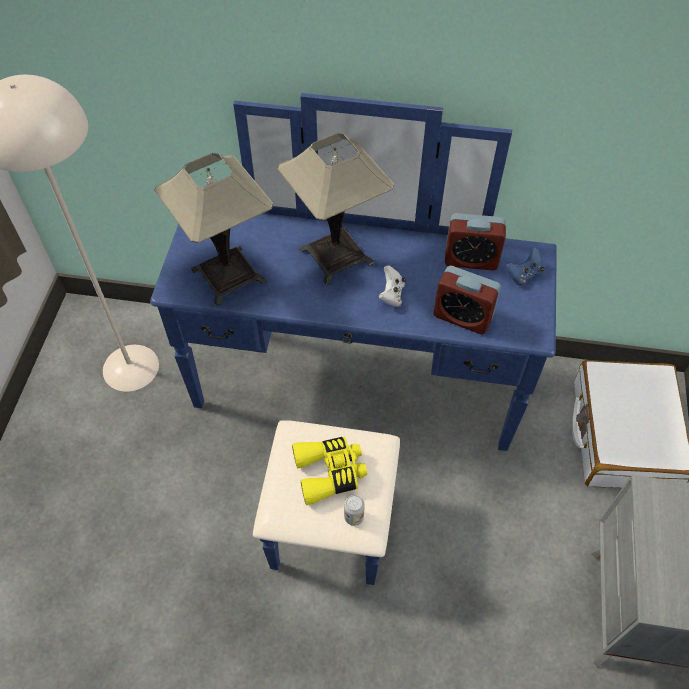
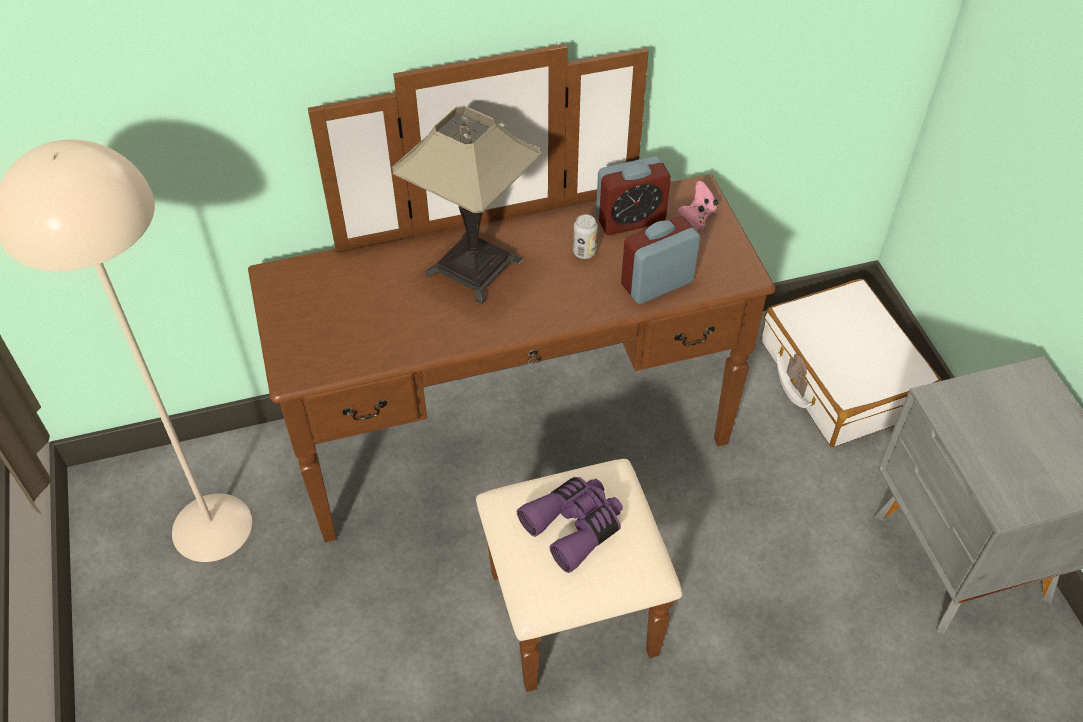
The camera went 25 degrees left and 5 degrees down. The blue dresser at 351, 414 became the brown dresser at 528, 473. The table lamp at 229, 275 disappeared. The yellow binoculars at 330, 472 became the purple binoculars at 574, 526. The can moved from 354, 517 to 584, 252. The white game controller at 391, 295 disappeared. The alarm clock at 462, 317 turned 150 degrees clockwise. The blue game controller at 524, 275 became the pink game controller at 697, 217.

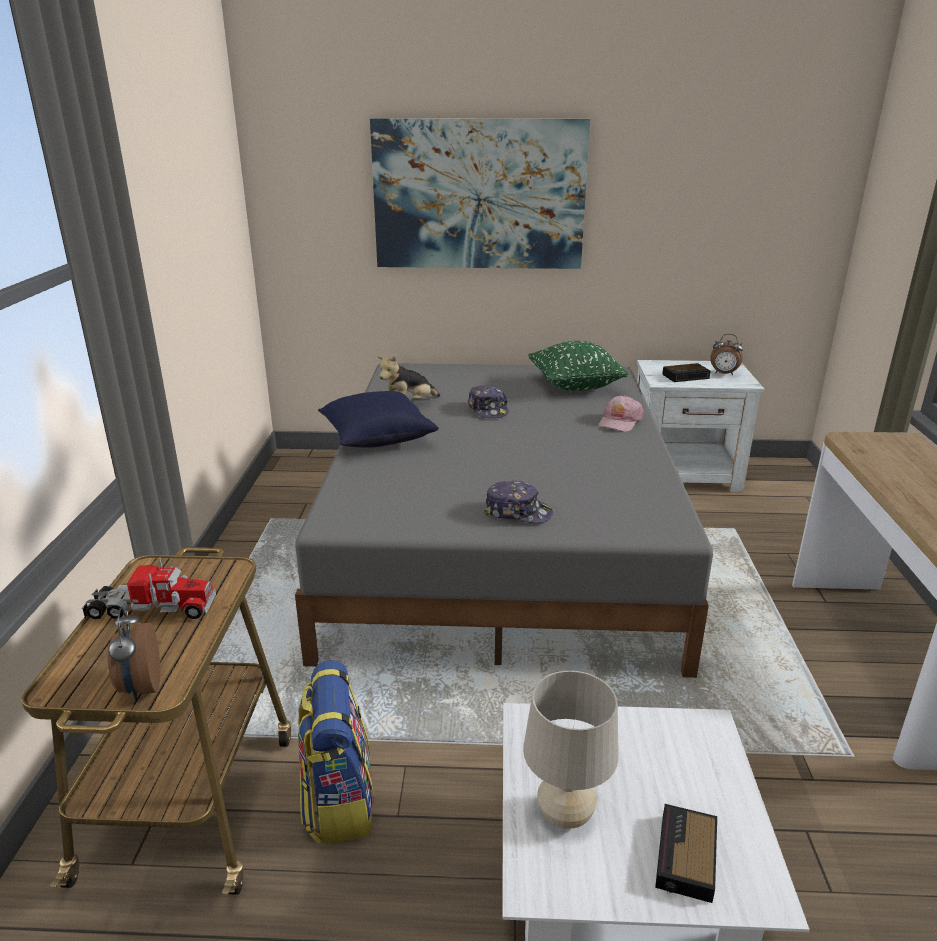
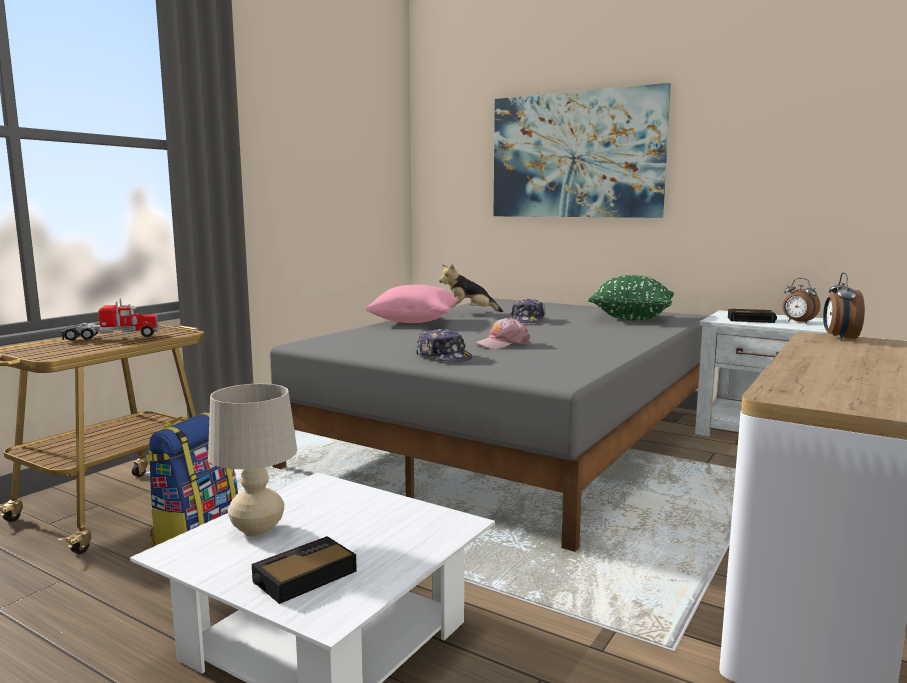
The camera went 30 degrees right and 15 degrees down. The toy truck at 151, 609 turned 45 degrees counterclockwise. The alarm clock moved from 140, 687 to 839, 338. The blue pillow at 377, 438 became the pink pillow at 414, 321. The pink cap moved from 619, 421 to 502, 344.

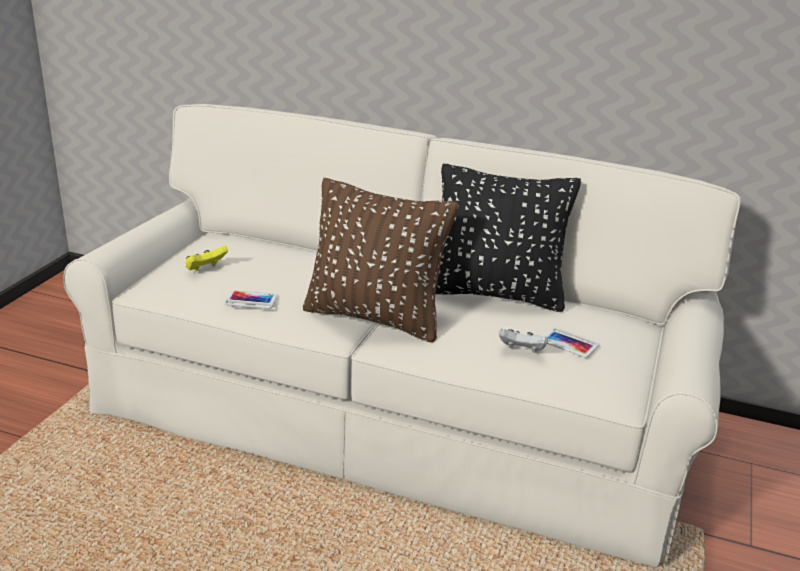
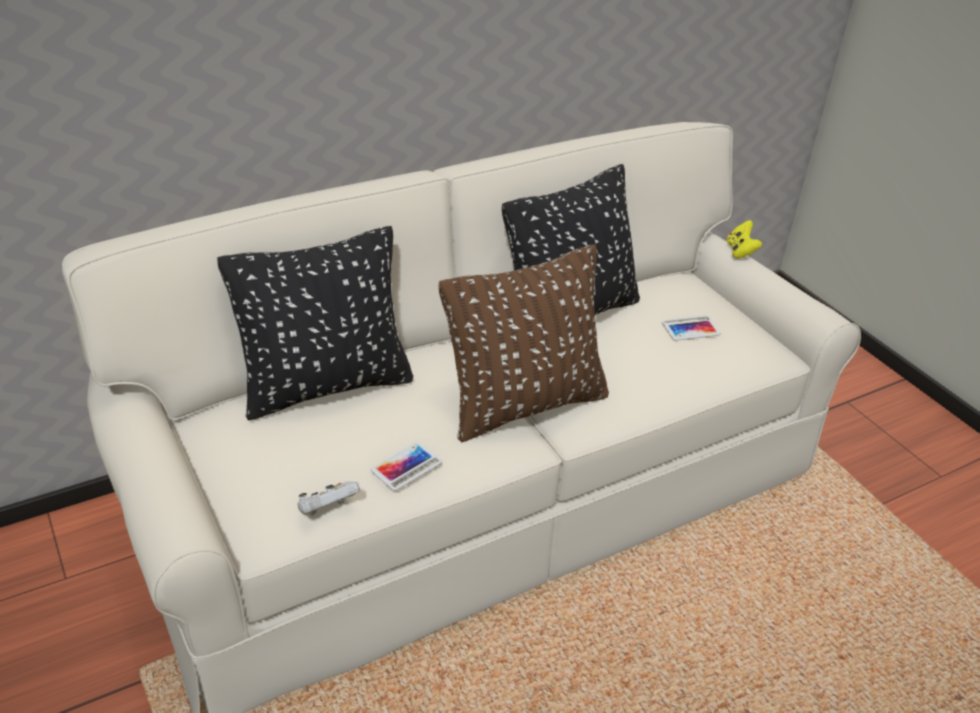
The camera went 50 degrees left and 10 degrees up. The yellow game controller moved from 205, 269 to 740, 251. The white game controller moved from 522, 351 to 327, 510. The black pillow at 325, 386 appeared.

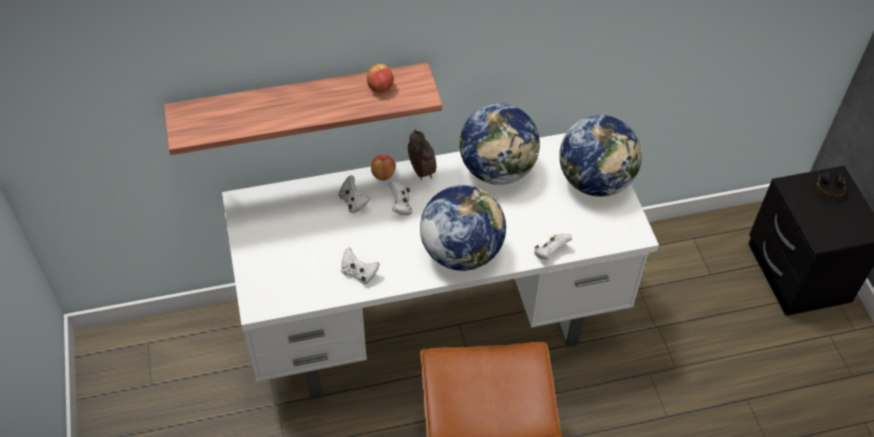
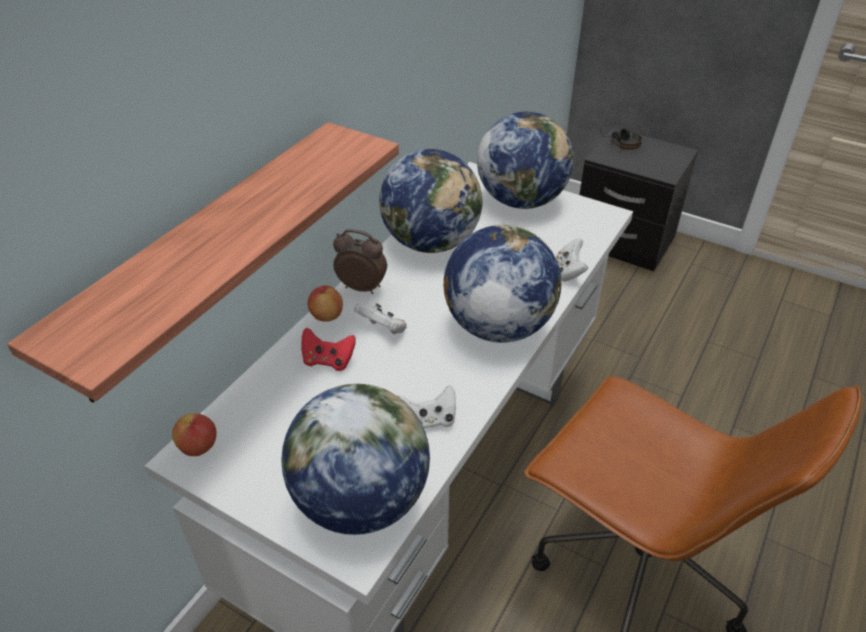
The camera went 45 degrees left and 10 degrees down. The white game controller at 353, 202 became the red game controller at 328, 361. The apple moved from 380, 88 to 199, 447. The globe at 360, 500 appeared.

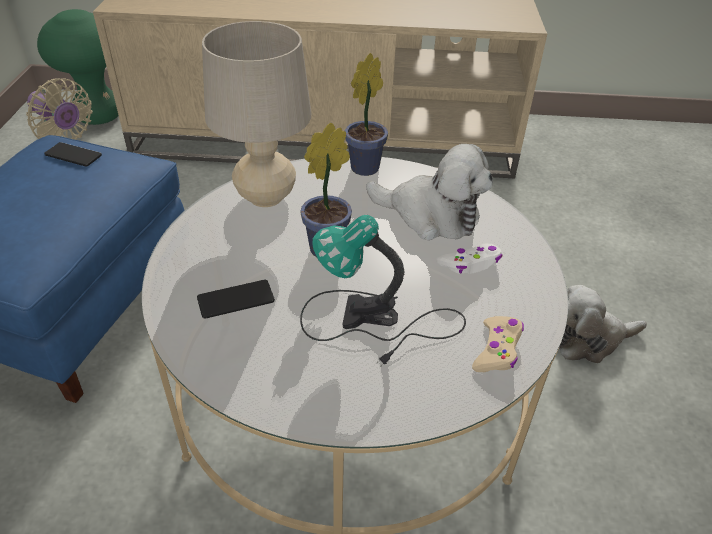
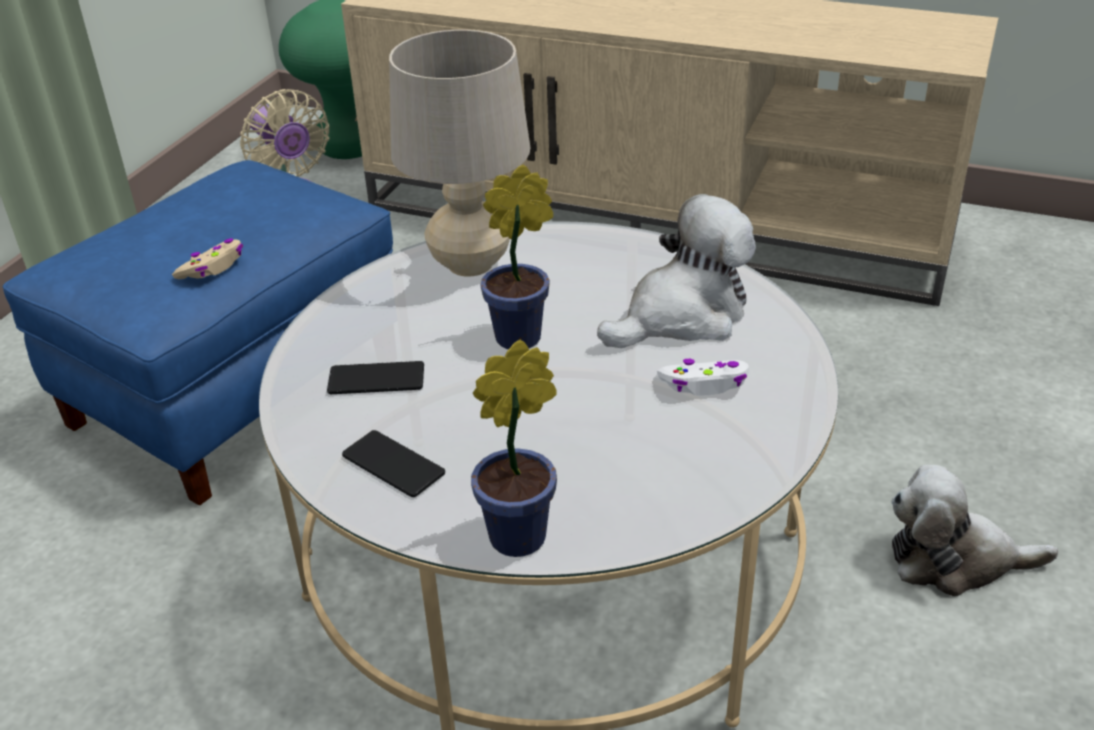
The camera went 20 degrees right and 5 degrees down. The phone moved from 73, 155 to 393, 465. The table lamp at 375, 322 disappeared. The potted plant moved from 367, 166 to 525, 534. The plush toy at 431, 216 turned 75 degrees counterclockwise. The beige game controller moved from 497, 350 to 213, 268.

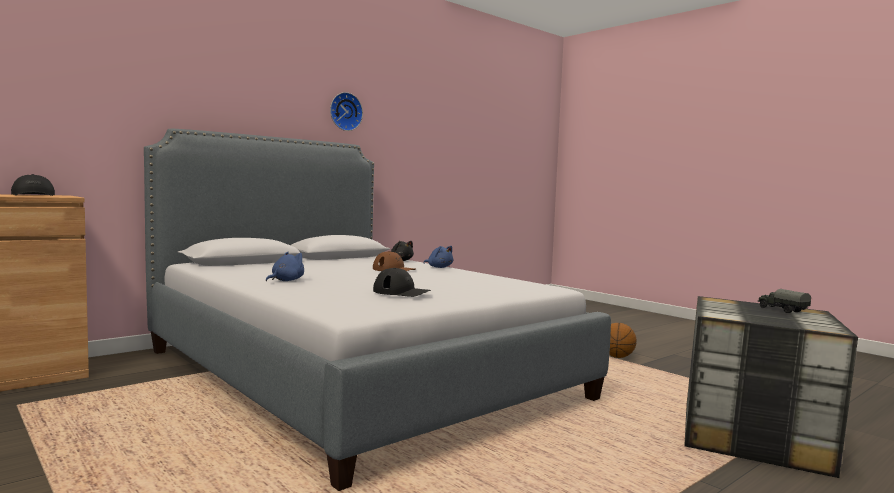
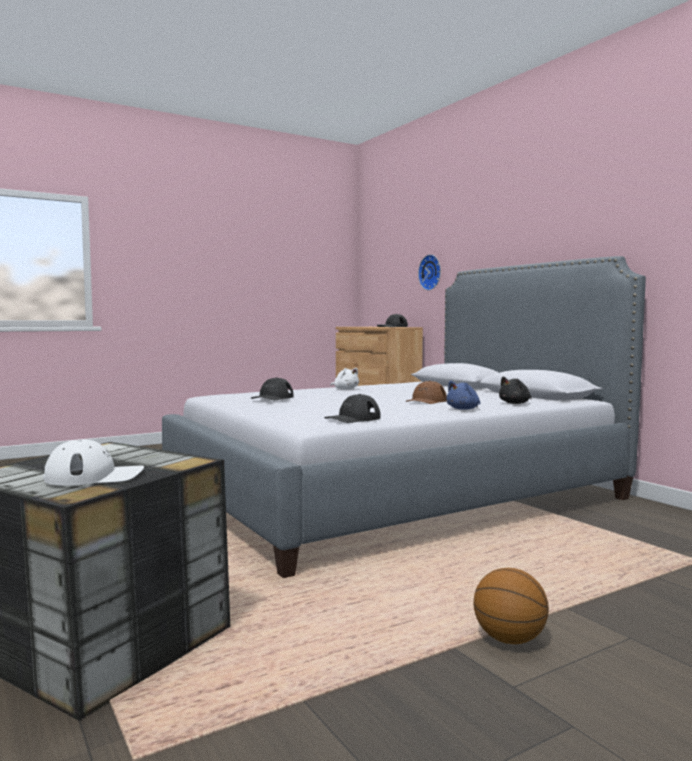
The camera went 100 degrees right and 0 degrees up. The blue plush toy at 286, 280 became the white plush toy at 345, 389. The wall clock moved from 345, 112 to 431, 272. The toy truck at 781, 310 was replaced by the white cap at 95, 476. The black cap at 353, 419 appeared.

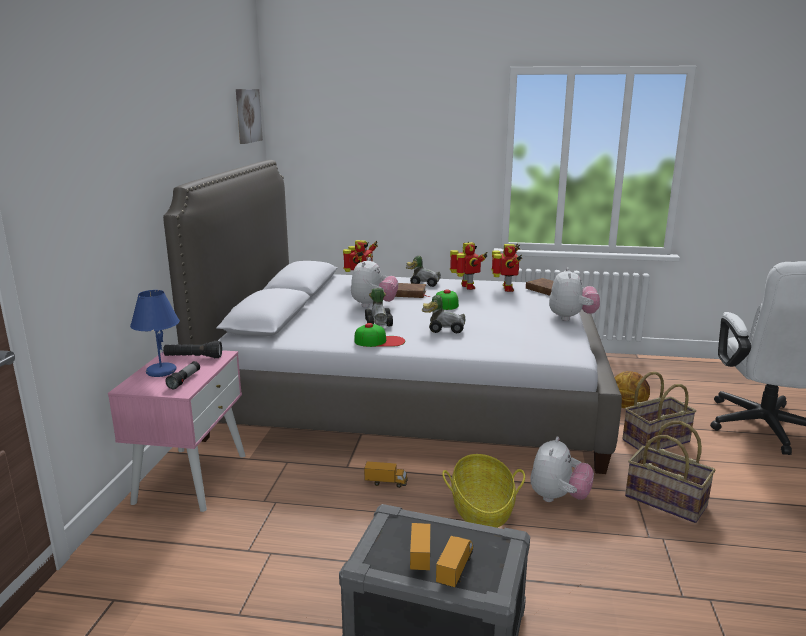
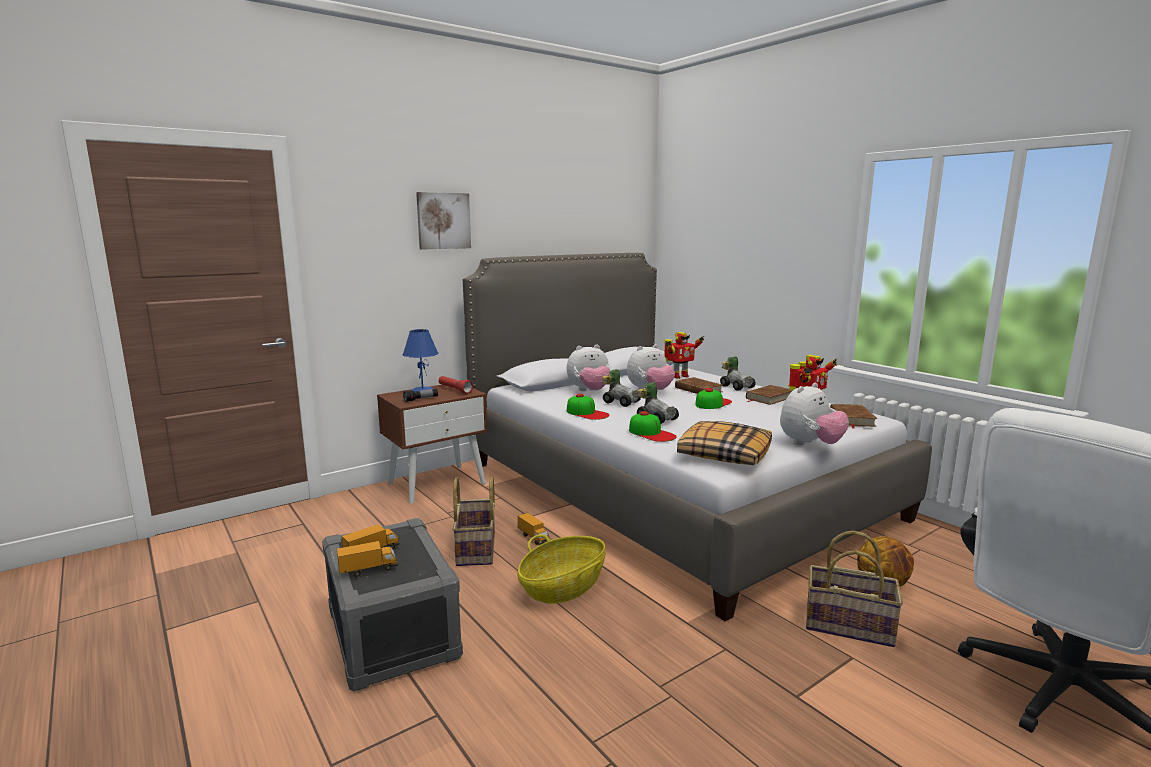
The camera went 45 degrees right and 5 degrees down. The pink nightstand at 191, 477 became the brown nightstand at 437, 483. The black flashlight at 193, 358 became the red flashlight at 454, 390. The picture moved from 247, 115 to 443, 221. The toy car at 379, 322 turned 90 degrees counterclockwise. The toy robot at 467, 287 was replaced by the brown book at 769, 398. The plush toy moved from 558, 498 to 589, 391. The basket moved from 666, 500 to 477, 549. The cap at 651, 433 appeared. The pillow at 723, 454 appeared.

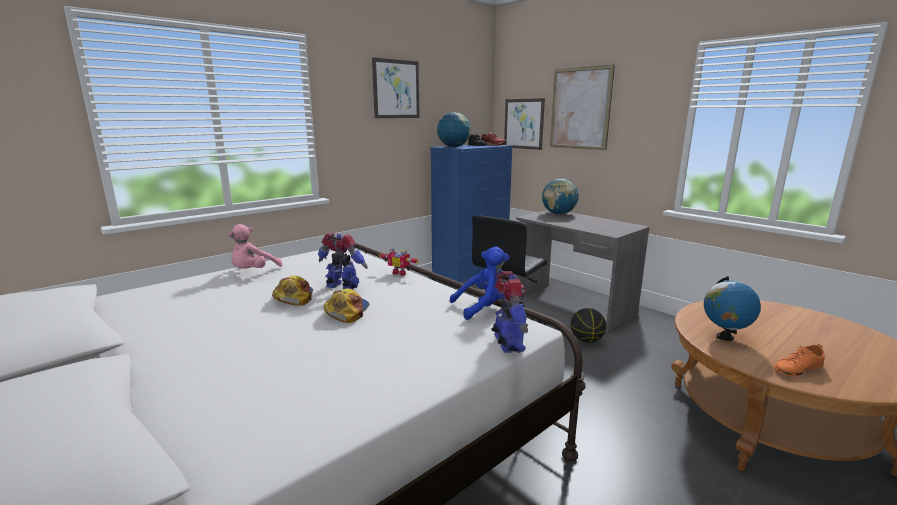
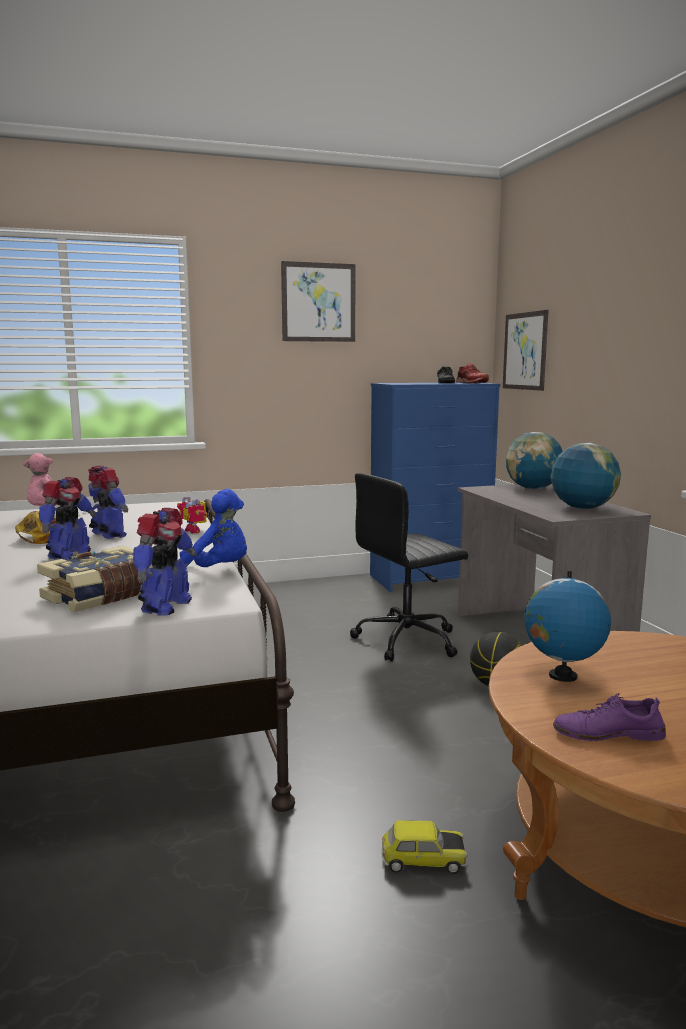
The camera went 25 degrees right and 5 degrees down. The cap at 347, 311 was replaced by the toy robot at 68, 555. The globe moved from 453, 147 to 582, 508. The picture at 580, 108 disappeared. The orange shoe at 797, 368 became the purple shoe at 608, 733. The book at 104, 596 appeared. The toy car at 423, 860 appeared.

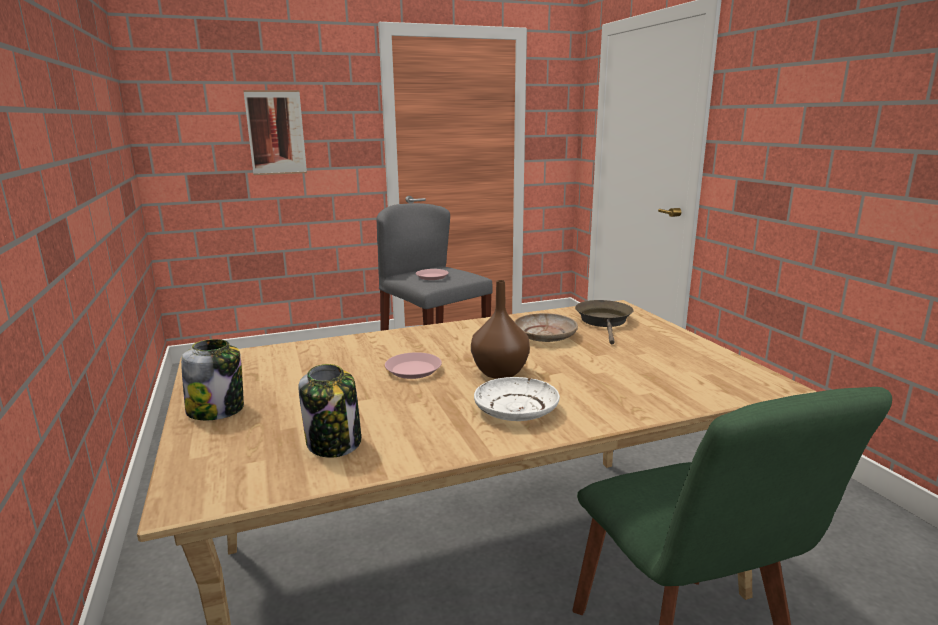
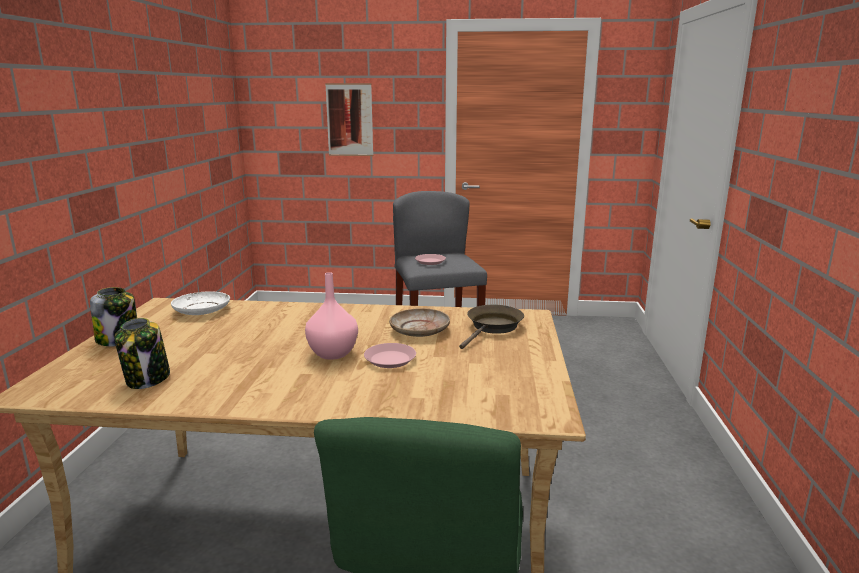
The camera went 25 degrees right and 0 degrees up. The pink plate moved from 413, 370 to 390, 359. The brown vase at 500, 372 became the pink vase at 333, 353. The white plate moved from 515, 409 to 201, 310.

